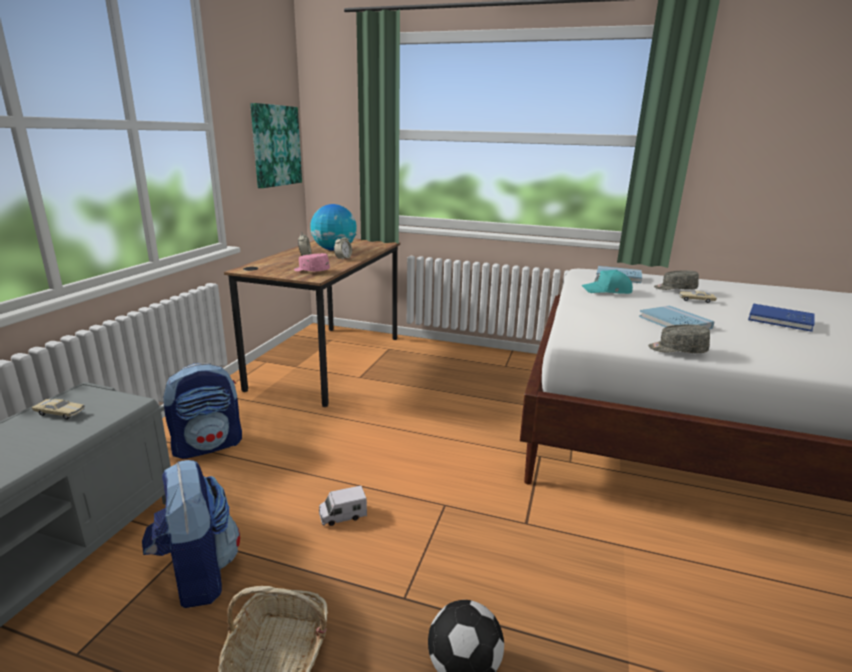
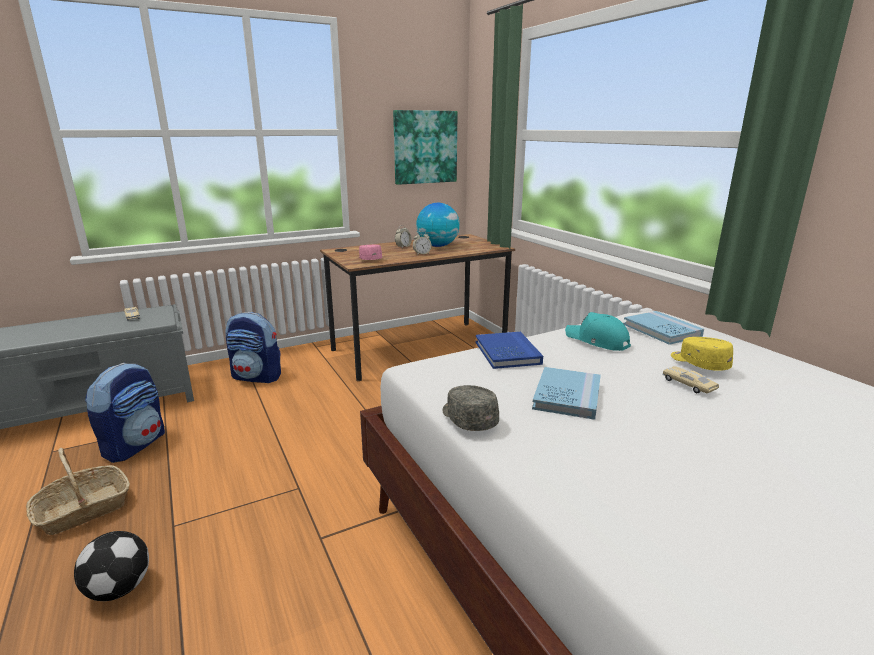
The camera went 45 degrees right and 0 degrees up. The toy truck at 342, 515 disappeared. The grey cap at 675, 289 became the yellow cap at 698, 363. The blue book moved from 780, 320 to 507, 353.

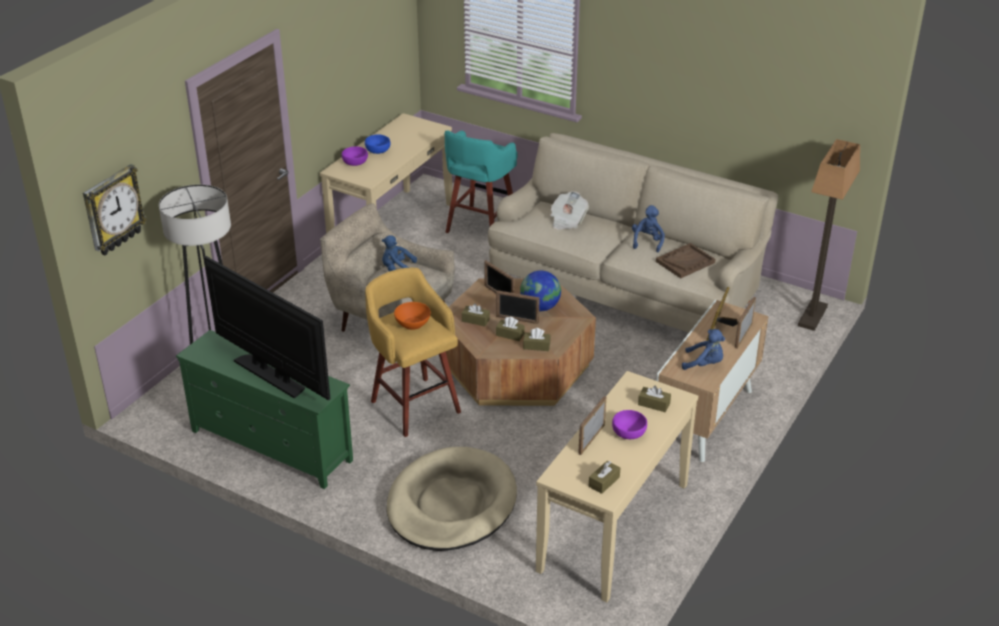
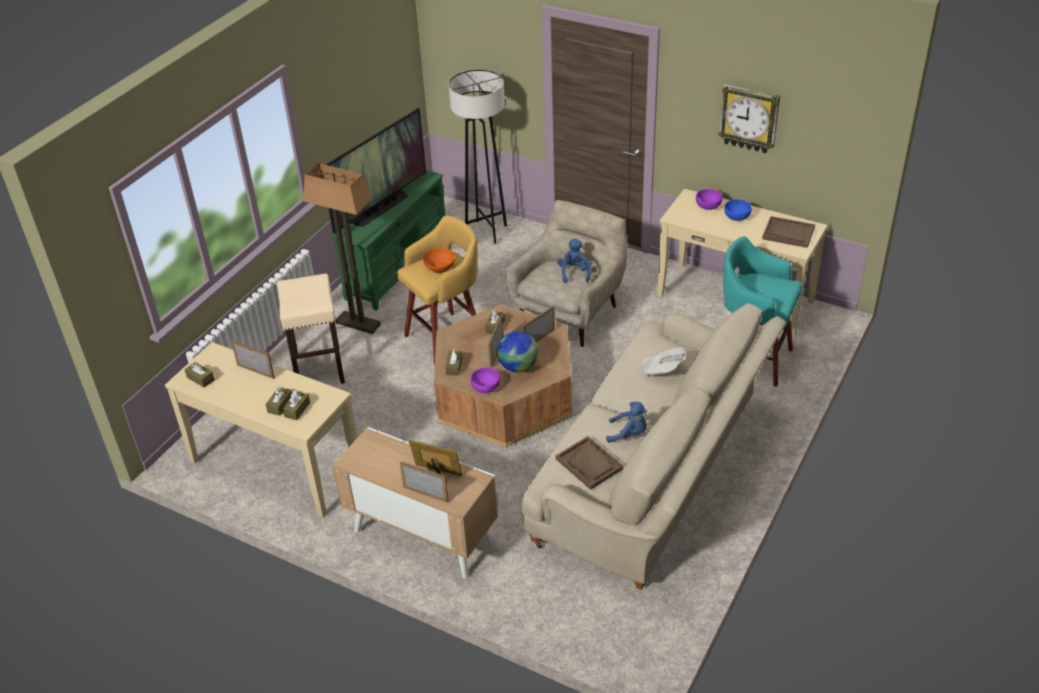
The camera went 90 degrees right and 5 degrees up. The wall clock moved from 113, 210 to 749, 118. The beige dog bed at 451, 504 was replaced by the beige stool at 318, 368. The brown tissue box moved from 510, 334 to 280, 405. The purple bowl moved from 628, 432 to 486, 386. The blue plush toy at 704, 364 disappeared. The floor lamp moved from 812, 316 to 357, 324. The brown tray at 788, 233 appeared.

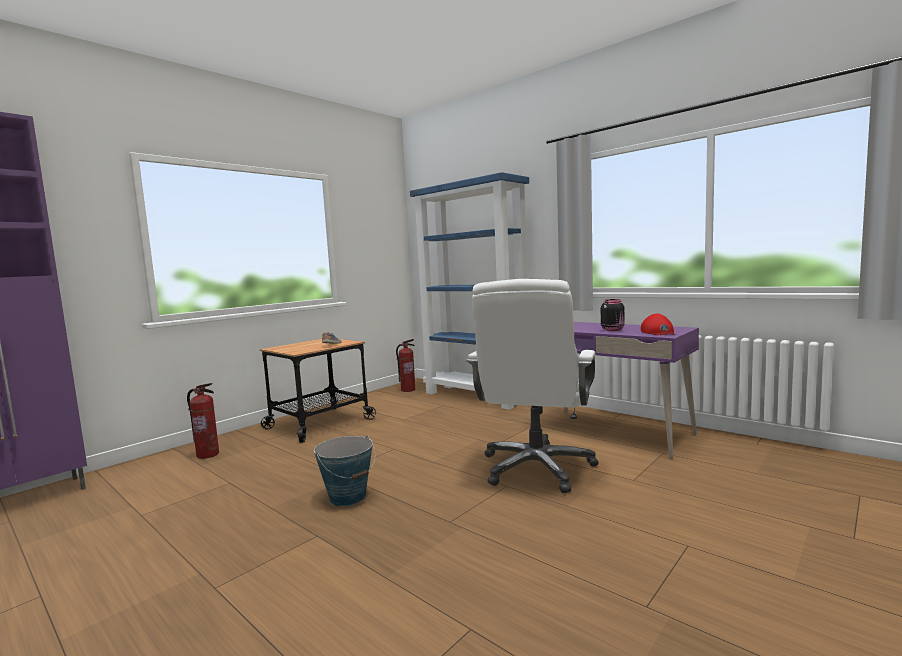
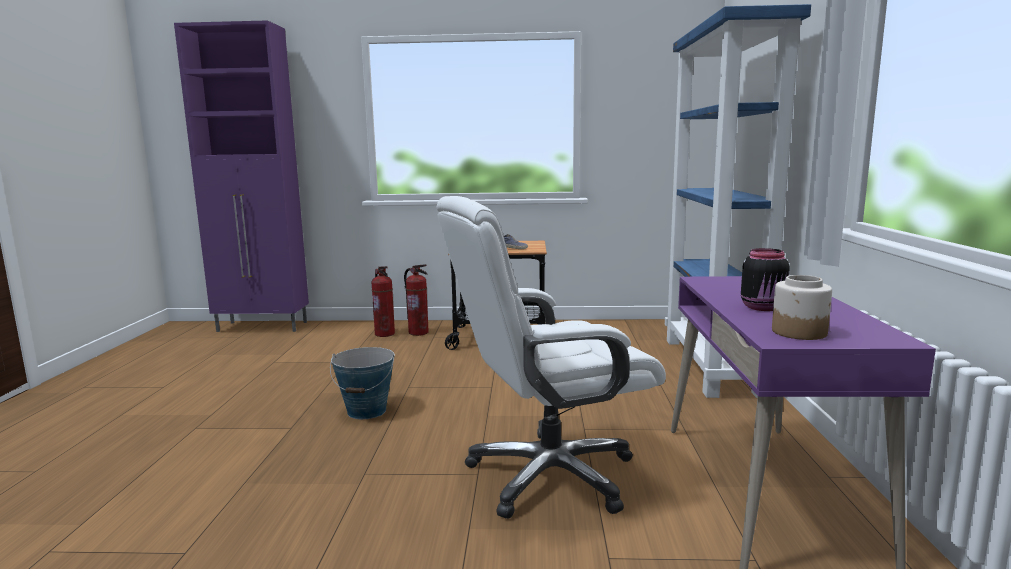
The camera went 50 degrees right and 5 degrees up. The fire extinguisher moved from 408, 390 to 419, 332. The red cap at 658, 332 was replaced by the jar at 799, 332.

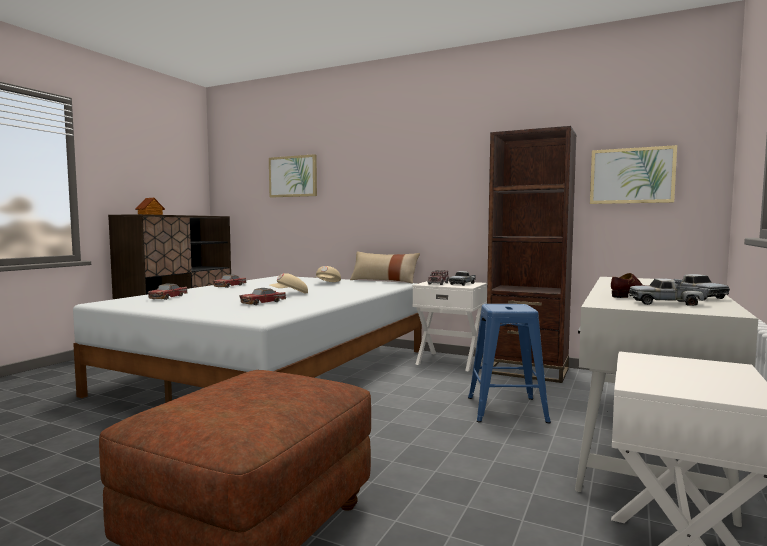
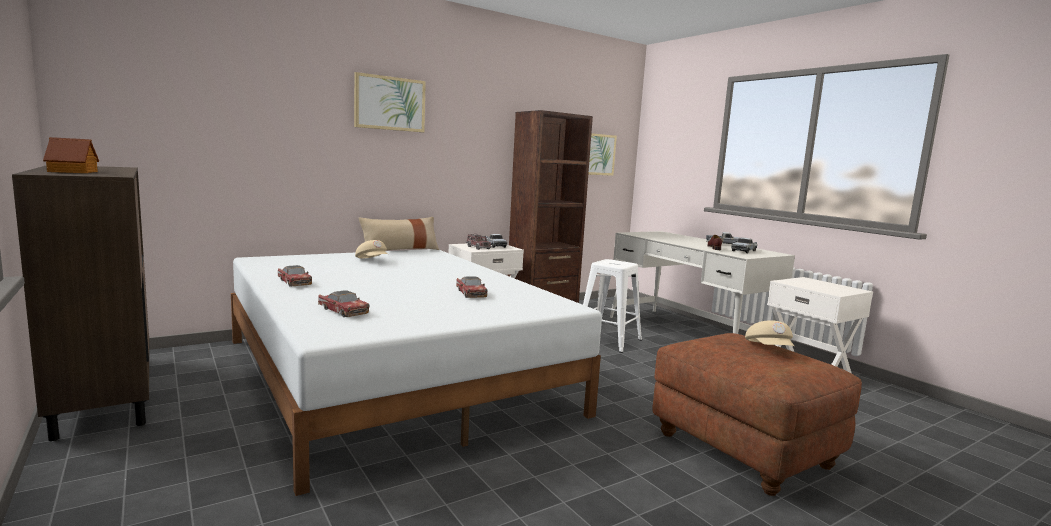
The camera went 60 degrees left and 5 degrees up. The picture moved from 293, 176 to 390, 103. The beige cap moved from 289, 294 to 769, 349. The blue stool at 505, 409 became the white stool at 607, 340.

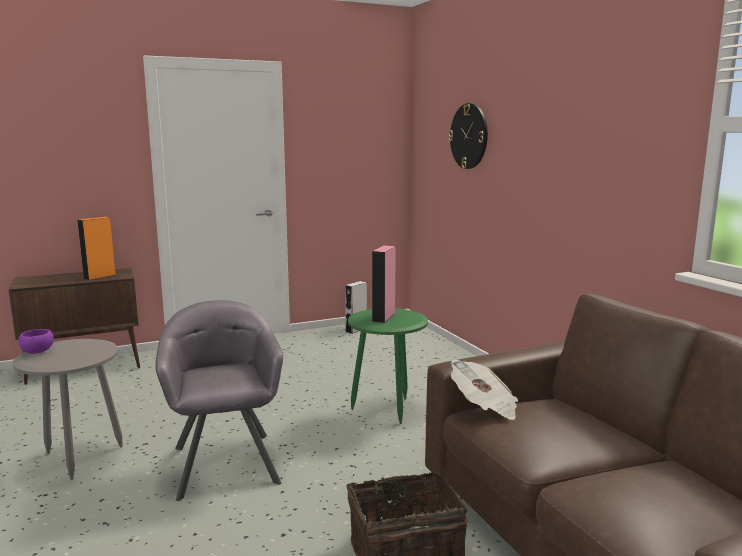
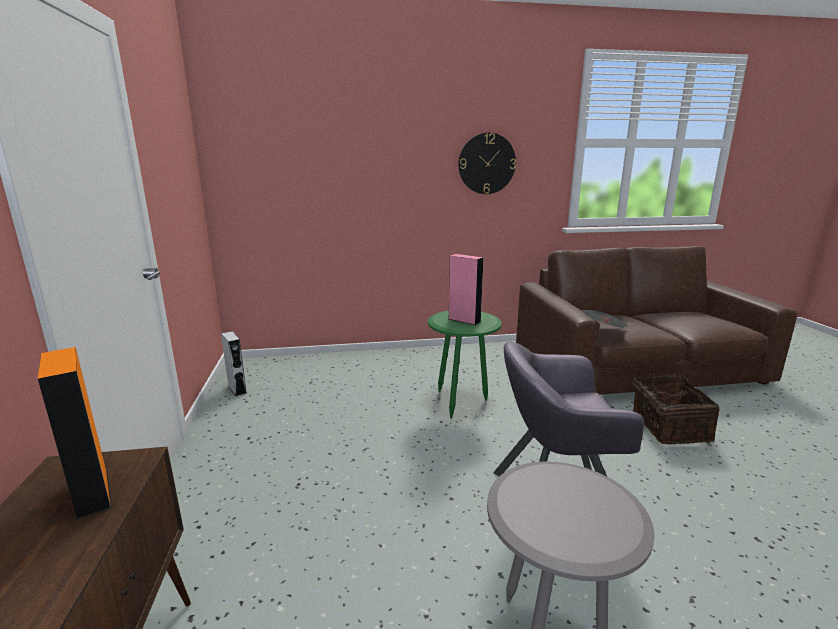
The camera went 75 degrees left and 5 degrees up. The purple bowl at 38, 352 disappeared. The wall clock moved from 469, 136 to 486, 163.

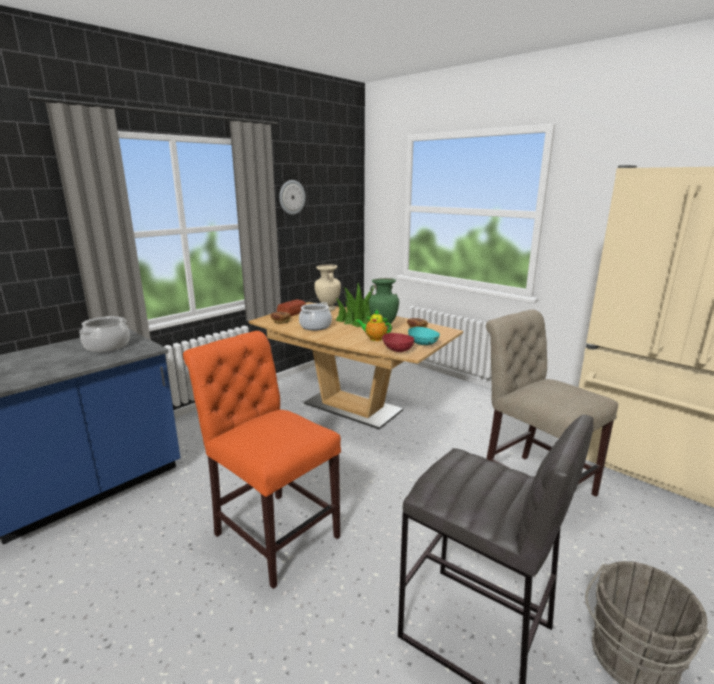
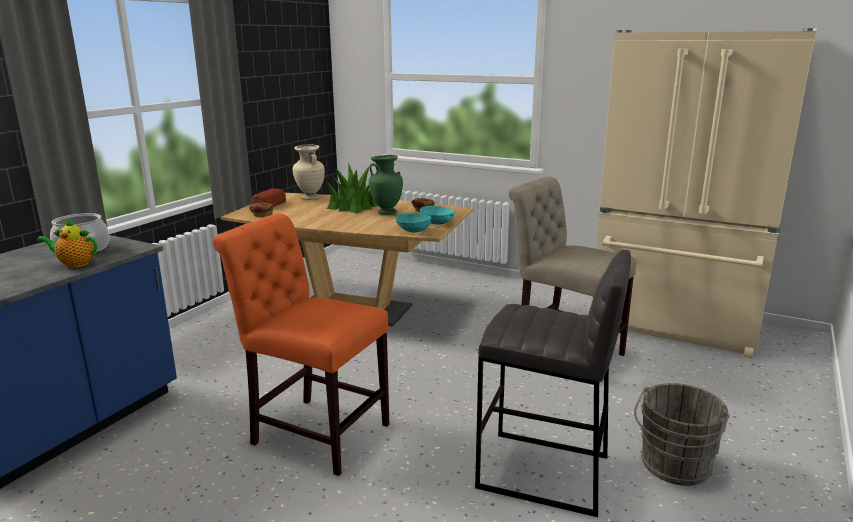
The camera went 15 degrees left and 0 degrees up. The wall clock at 291, 197 disappeared. The cooking pot at 315, 326 disappeared. The teapot moved from 374, 338 to 74, 264. The red bowl at 397, 350 became the turquoise bowl at 412, 231.

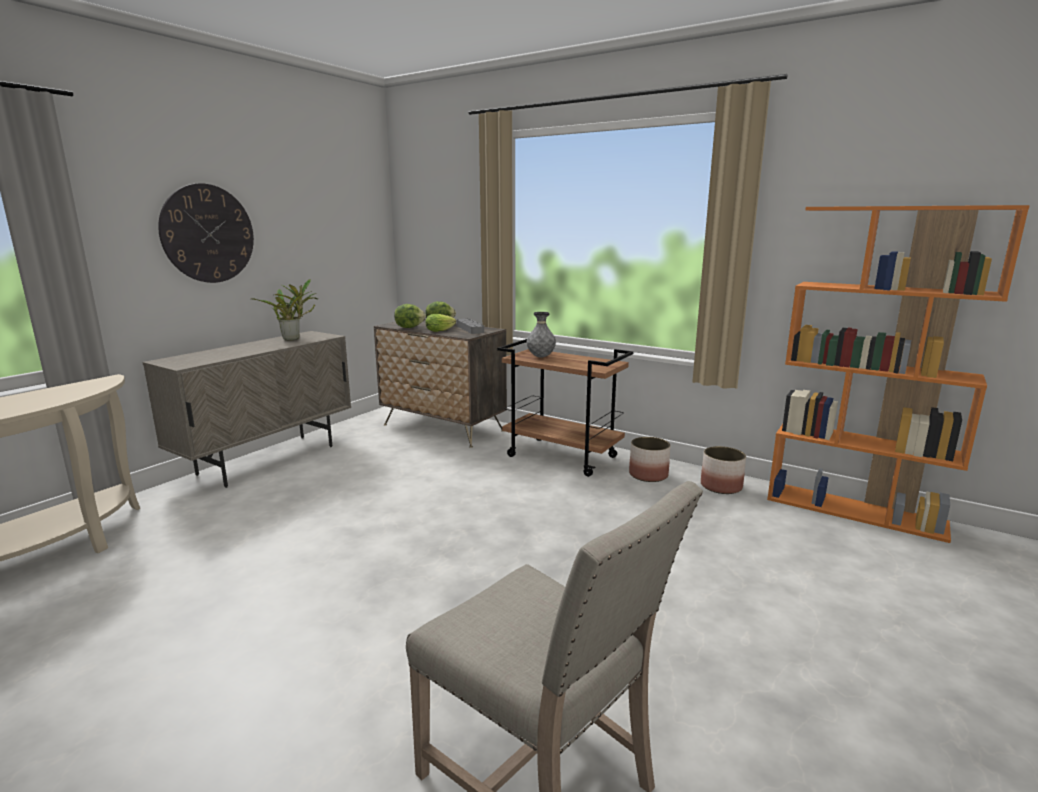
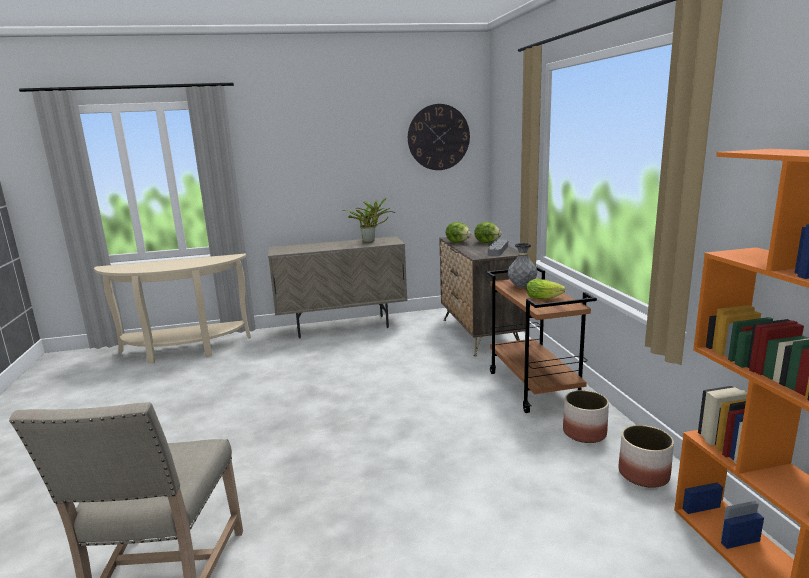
The camera went 45 degrees right and 0 degrees up. The wall clock moved from 208, 234 to 438, 137. The lettuce moved from 441, 330 to 545, 298.

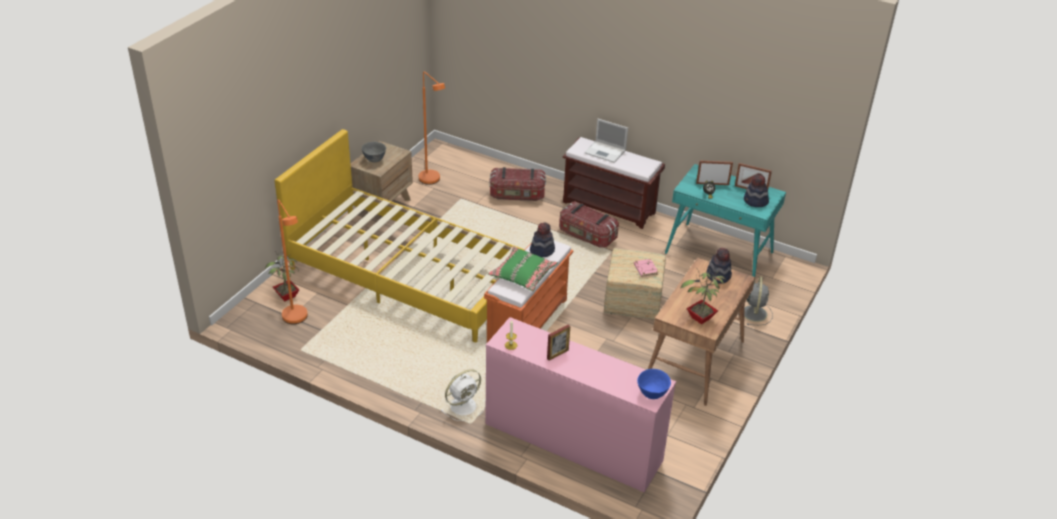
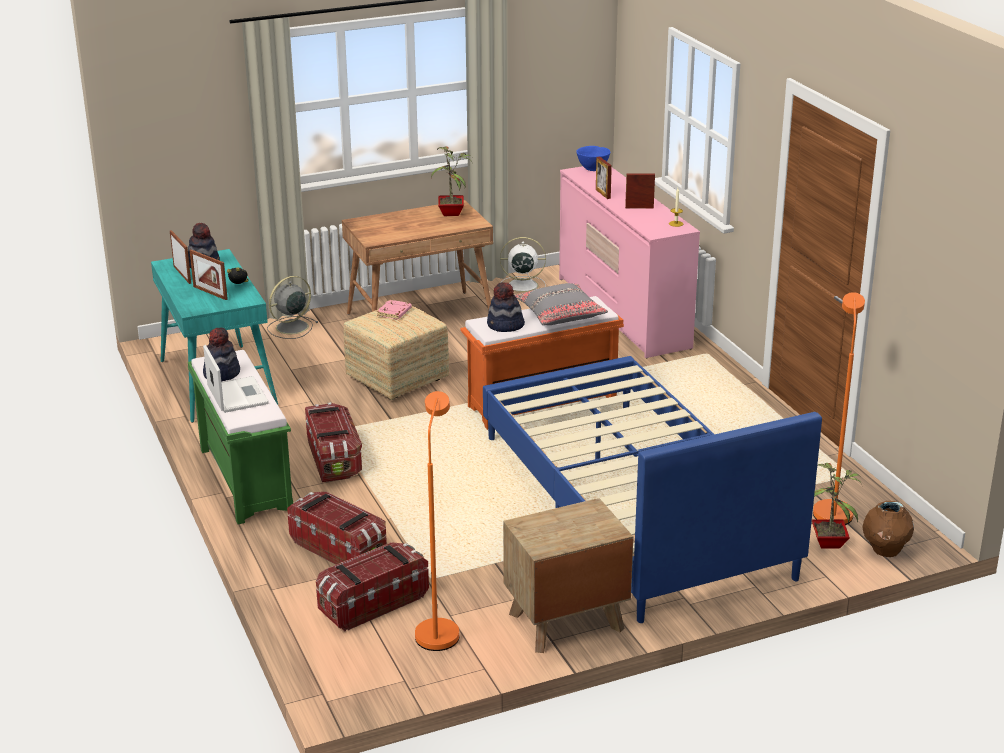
The camera went 140 degrees left and 10 degrees down. The yellow bed at 408, 275 became the blue bed at 632, 505. The grey bowl at 374, 160 disappeared. The white fan moved from 464, 405 to 521, 285. The green pillow at 522, 274 became the grey pillow at 560, 314. The brown bench at 610, 207 became the green bench at 244, 479. The hat moved from 718, 276 to 221, 373. The storage box at 372, 603 appeared. The picture frame at 603, 194 appeared. The brown vase at 885, 551 appeared.

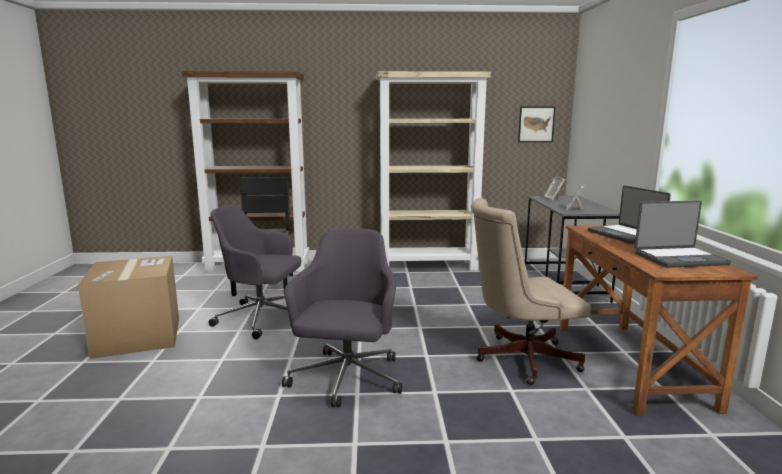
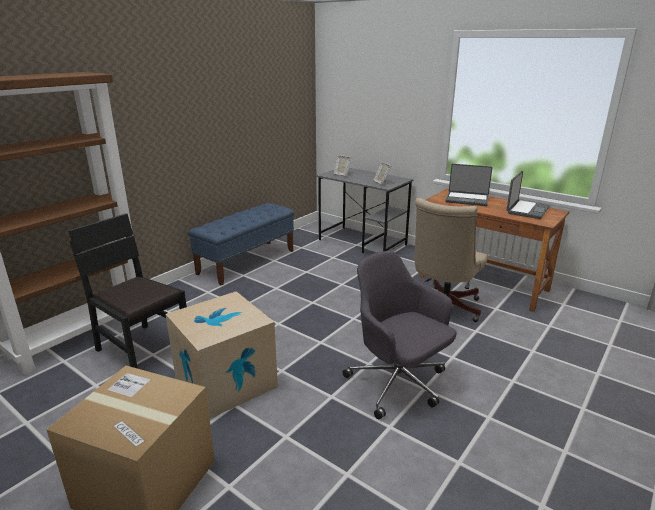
The camera went 50 degrees left and 10 degrees up. The grey office chair at 261, 318 was replaced by the cardboard box at 225, 382. The beige bookcase at 428, 266 was replaced by the blue bench at 247, 262. The picture at 536, 124 disappeared.

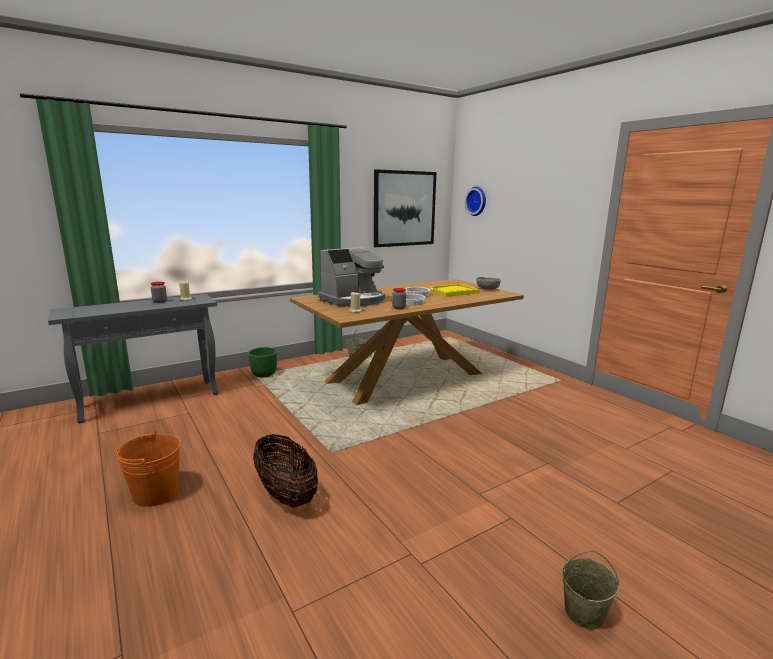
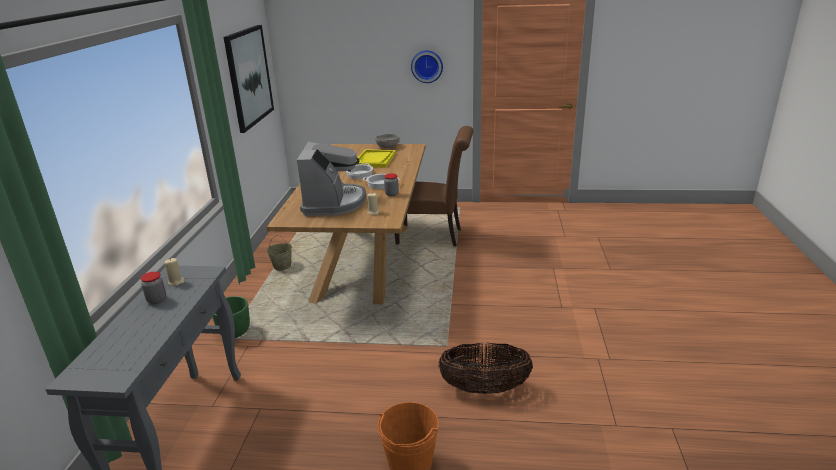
The camera went 50 degrees left and 10 degrees up. The wall clock moved from 477, 201 to 427, 66. The beige bucket at 584, 613 disappeared. The brown chair at 434, 236 appeared.

